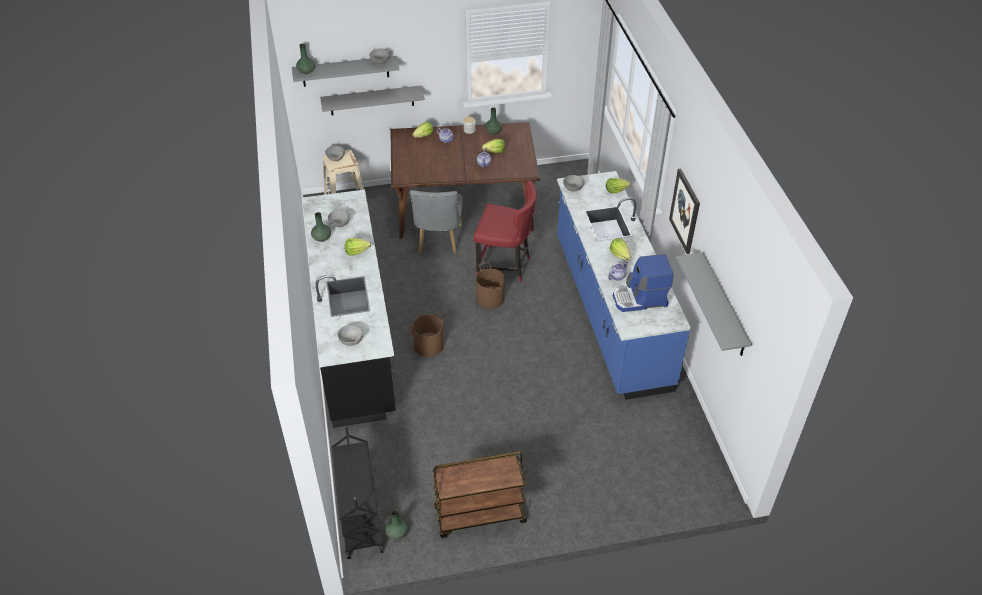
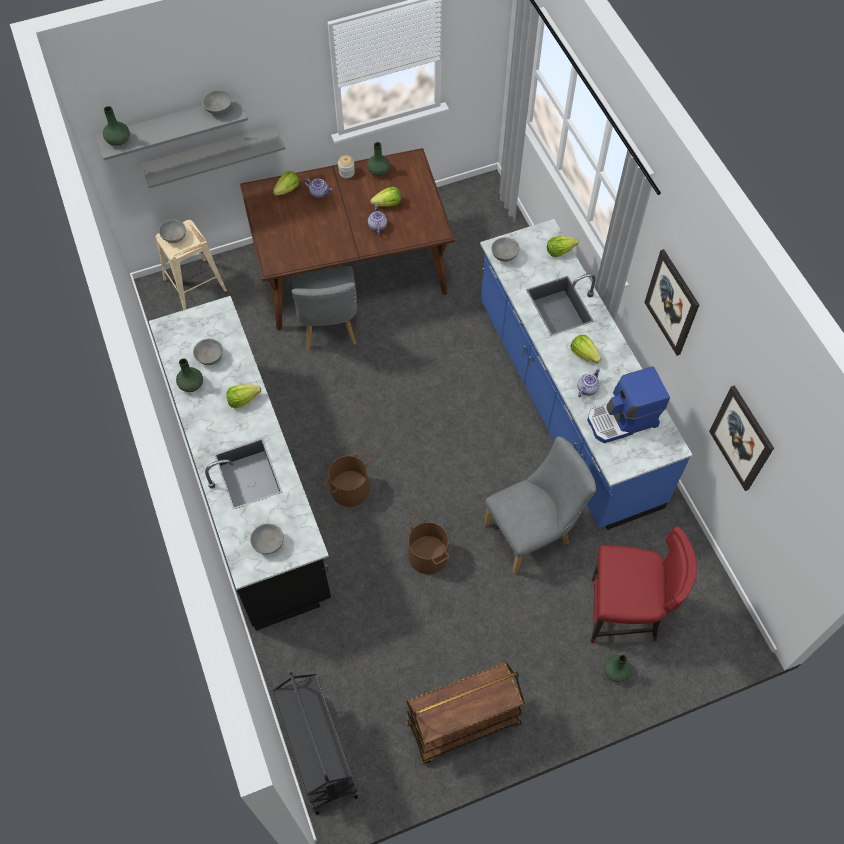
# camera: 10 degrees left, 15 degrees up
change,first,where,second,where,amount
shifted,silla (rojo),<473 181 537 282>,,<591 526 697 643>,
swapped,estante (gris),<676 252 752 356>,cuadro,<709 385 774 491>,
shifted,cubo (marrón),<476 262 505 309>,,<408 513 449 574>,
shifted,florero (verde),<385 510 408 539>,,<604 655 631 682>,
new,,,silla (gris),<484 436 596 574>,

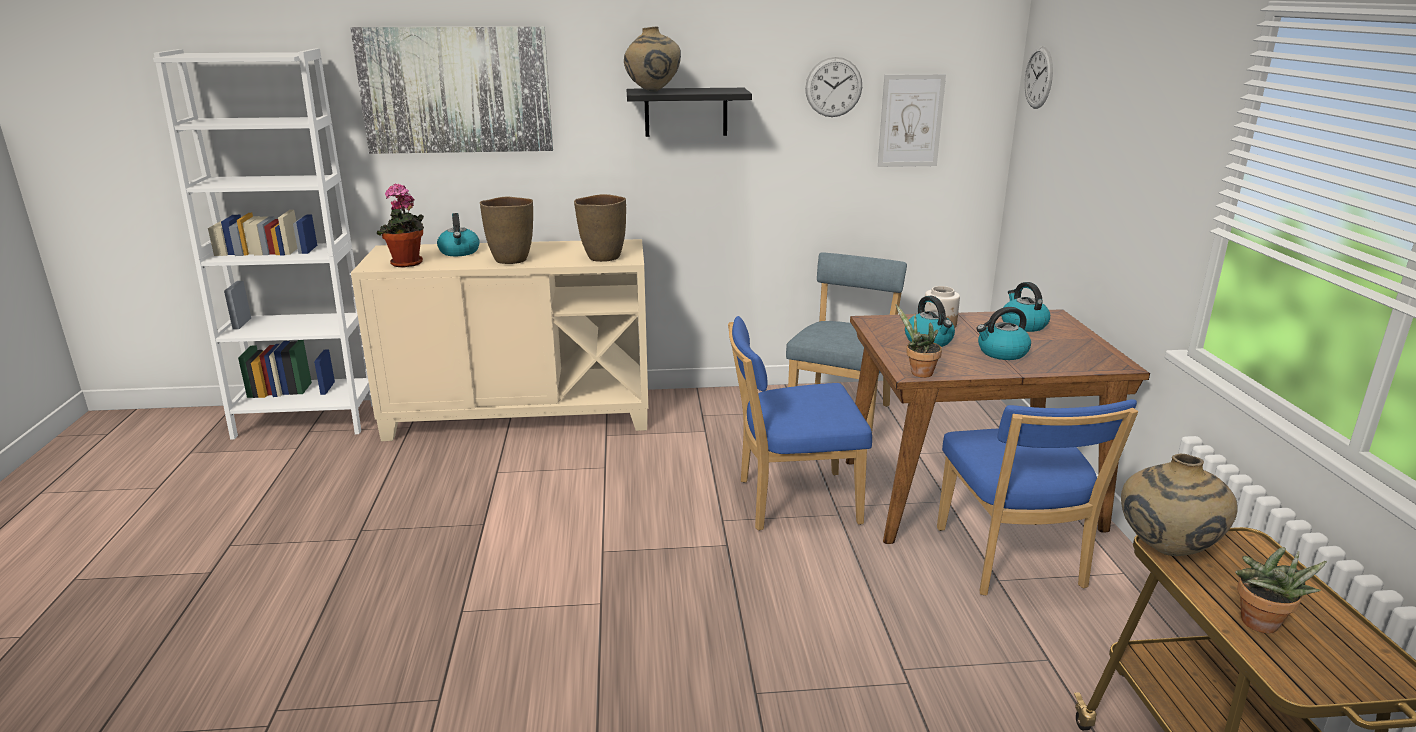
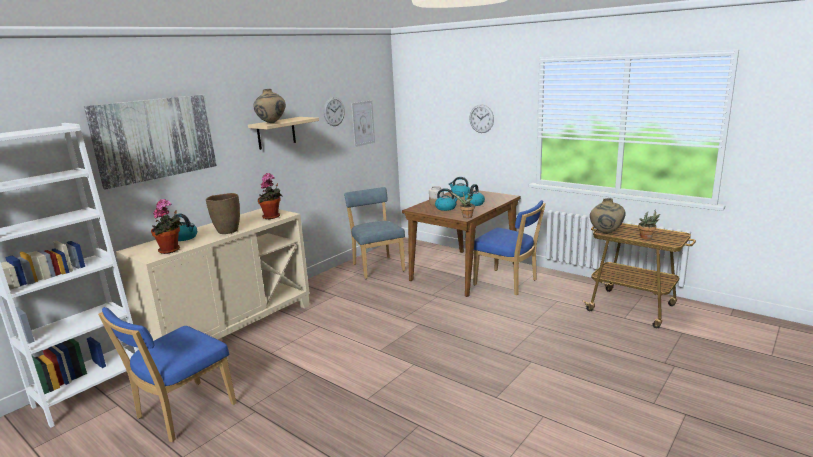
# camera: 45 degrees left, 5 degrees down
change,first,where,second,where,amount
shifted,reloj de pared,<1024 46 1053 109>,,<469 104 494 133>,
repainted,estante (negro),<627 88 752 137>,estante (beis),<248 117 319 150>,
swapped,florero (marrón),<574 194 626 262>,planta en maceta,<258 173 282 219>,
shifted,silla (azul),<728 316 872 531>,,<98 307 236 442>,

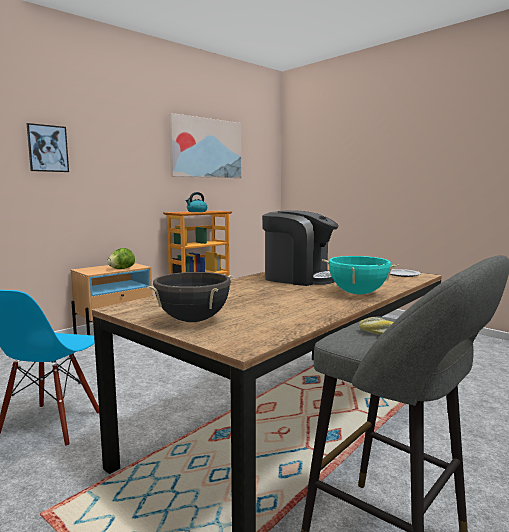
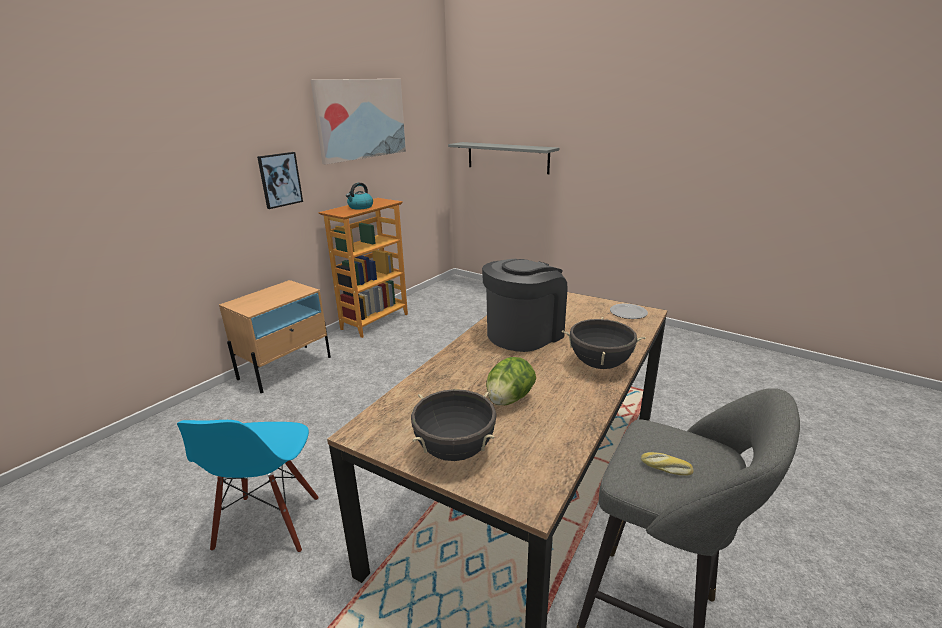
# camera: 10 degrees left, 15 degrees up
change,first,where,second,where,amount
shifted,cuadro,<26 123 69 172>,,<257 152 303 209>,
rotated,cafetera,<262 210 339 286>,,<482 259 568 352>,60 degrees counterclockwise
shifted,lechuga,<107 248 135 269>,,<486 357 536 406>,
repainted,olla (turquesa),<322 256 399 294>,olla (negro),<562 317 646 369>,
new,,,estante (gris),<448 142 559 174>,

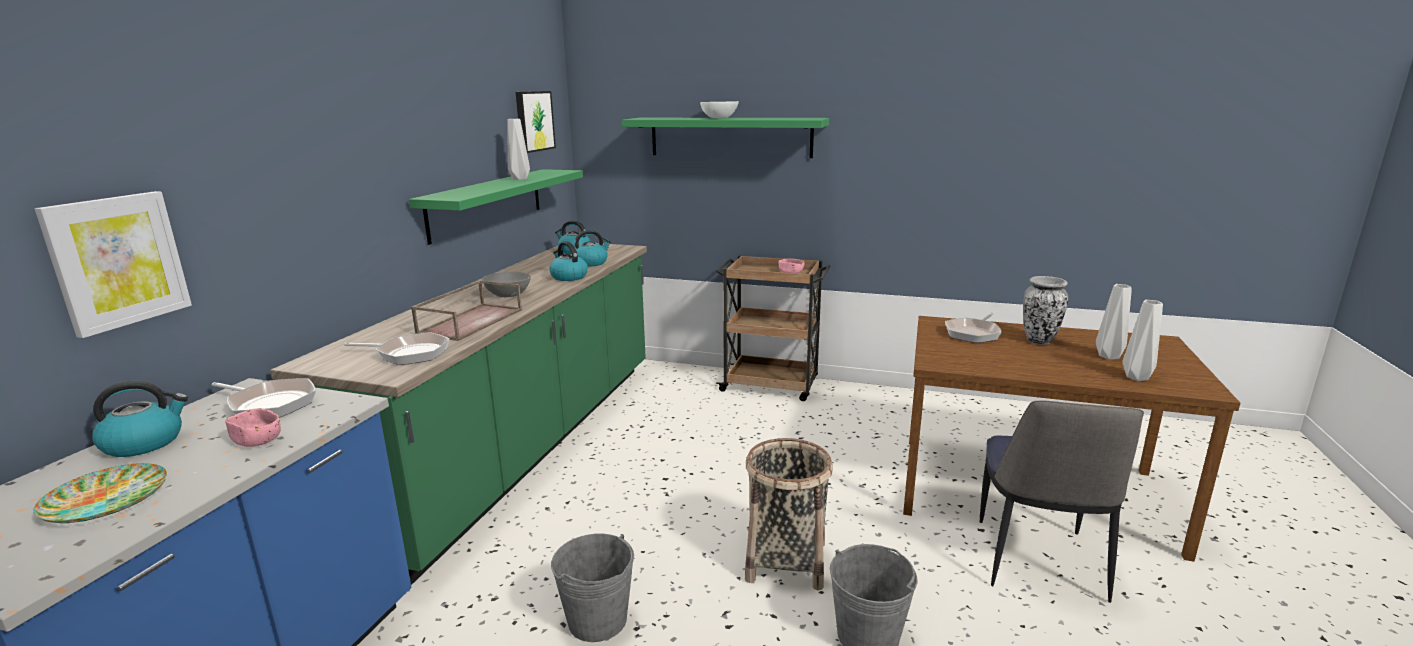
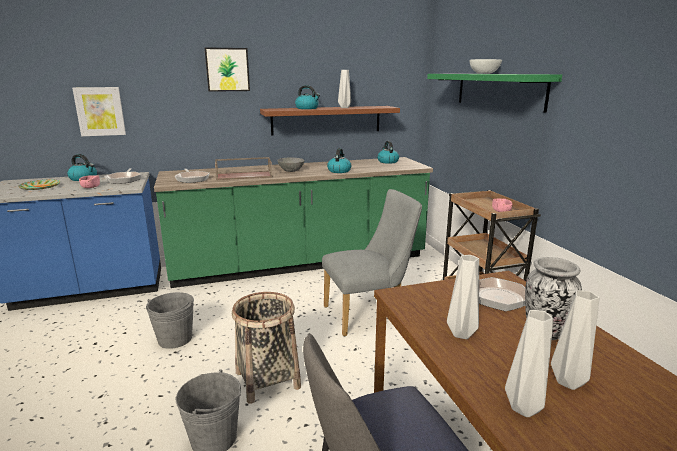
# camera: 55 degrees right, 0 degrees up
change,first,where,second,where,amount
shifted,cuadro,<516 91 556 153>,,<205 47 250 92>,
repainted,estante (verde),<409 169 583 245>,estante (marrón),<260 106 400 136>,
shifted,hervidor,<575 230 611 267>,,<295 85 320 109>,
new,,,silla (gris),<322 189 422 336>,
new,,,florero (gris),<447 255 479 339>,

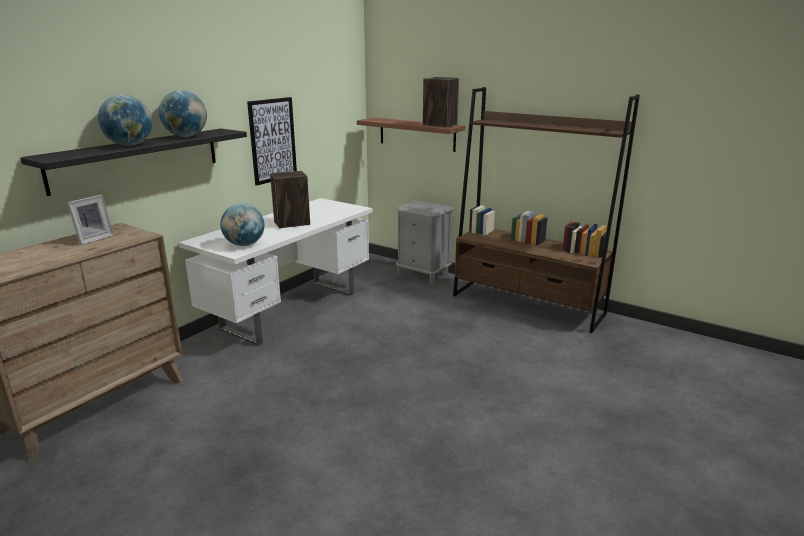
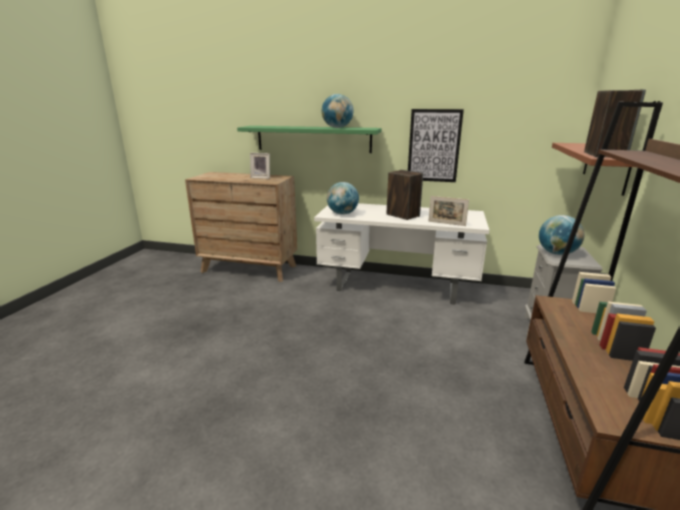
# camera: 70 degrees right, 0 degrees up
change,first,where,second,where,amount
shifted,globo terráqueo,<98 95 153 146>,,<539 215 585 255>,
repainted,estante (negro),<20 129 247 196>,estante (verde),<237 126 382 153>,
new,,,portarretratos,<429 196 469 226>,

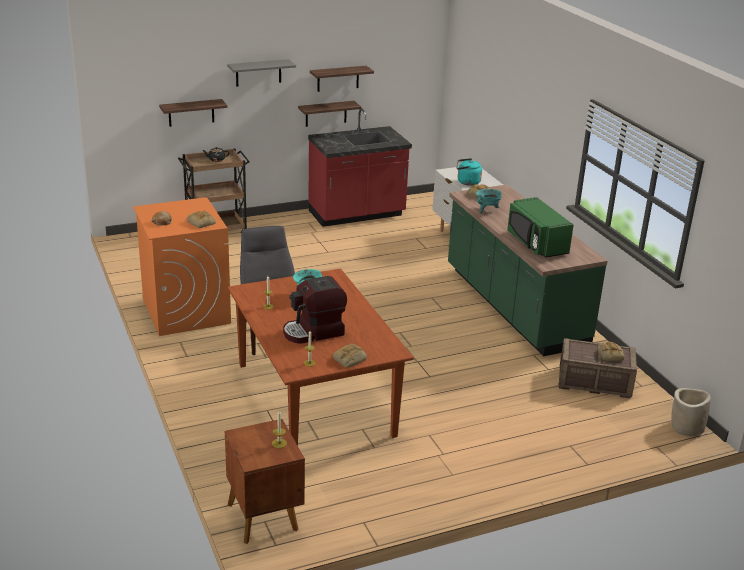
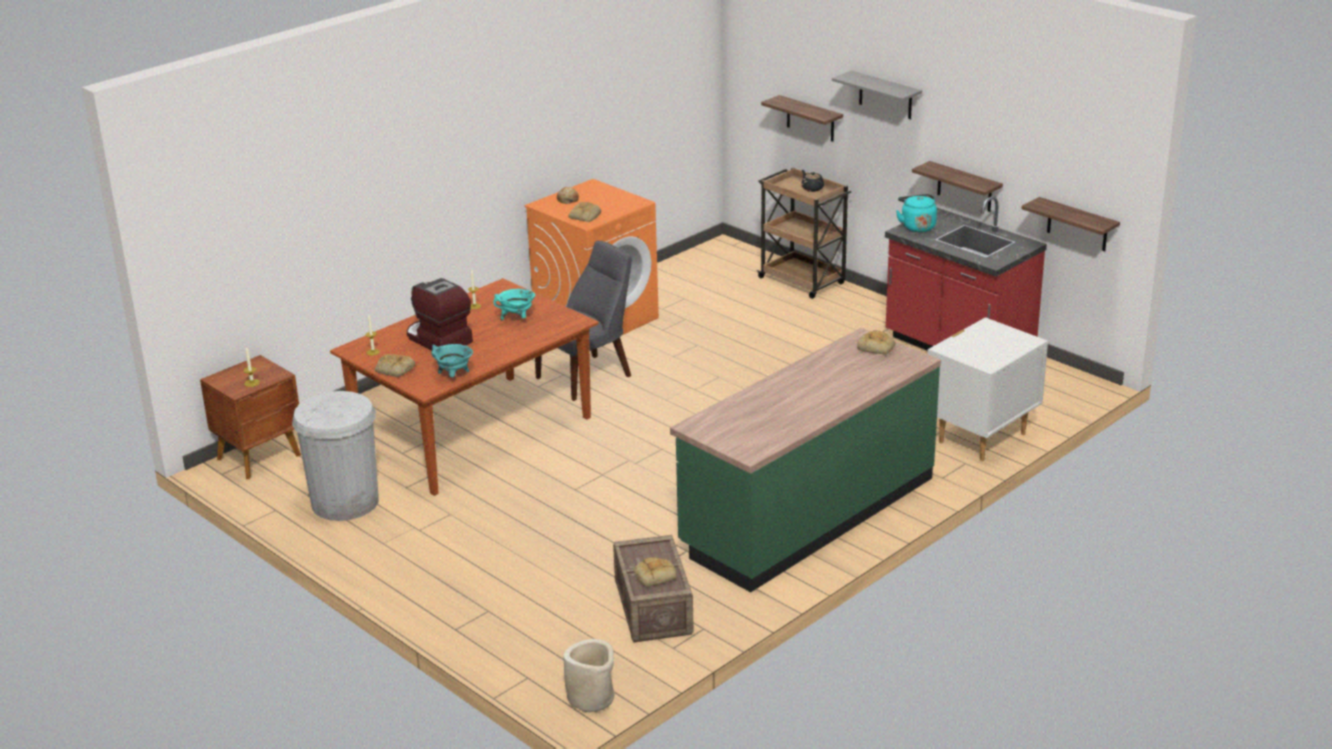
# camera: 70 degrees right, 0 degrees up
change,first,where,second,where,amount
shifted,estante,<310 66 374 92>,,<1022 197 1120 251>,
shifted,hervidor (turquesa),<456 158 482 186>,,<896 194 937 232>,
shifted,olla (turquesa),<476 189 502 214>,,<431 344 473 377>,
gone,microondas (verde),<507 197 574 257>,,,
new,,,papelera (blanco),<292 391 379 521>,

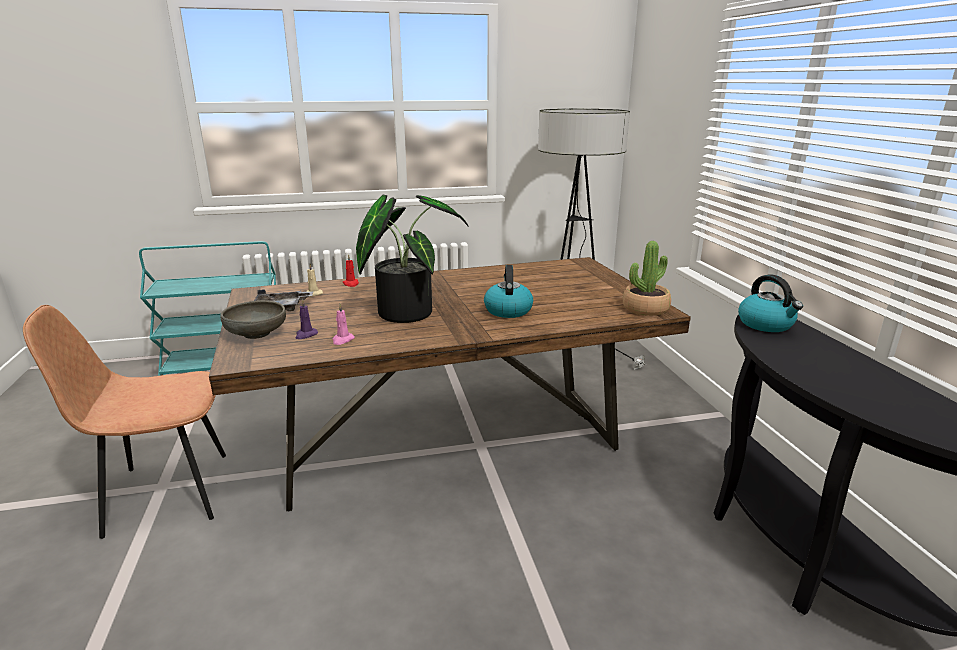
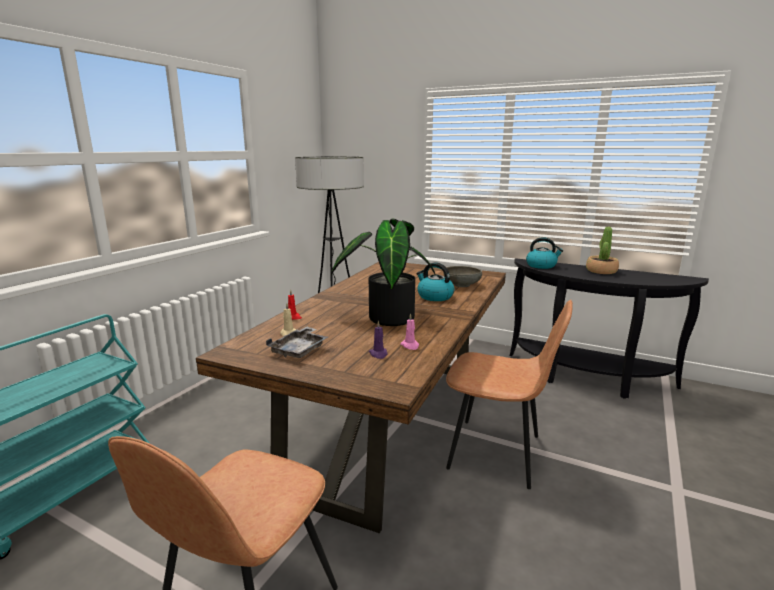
# camera: 50 degrees left, 5 degrees down
change,first,where,second,where,amount
shifted,planta en maceta,<623 241 671 316>,,<586 227 619 274>,
shifted,cuenco (gris),<221 300 286 339>,,<444 266 482 287>,
new,,,silla (marrón),<446 300 573 489>,

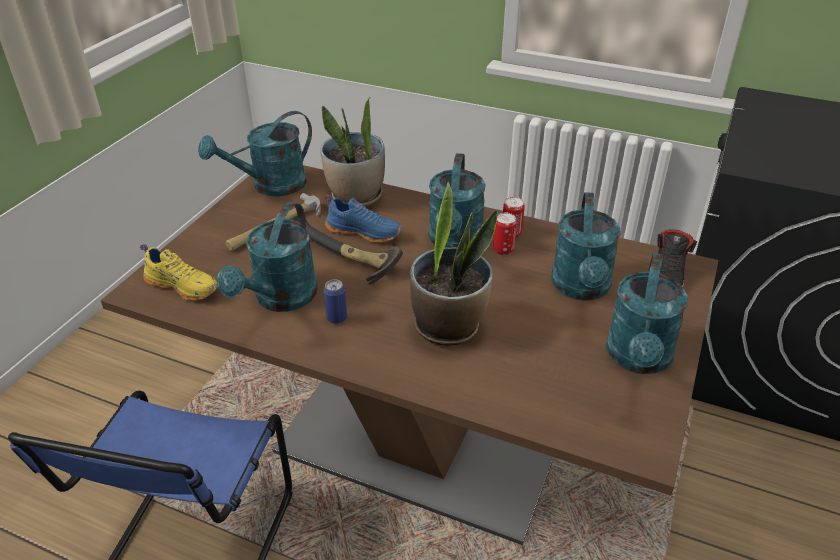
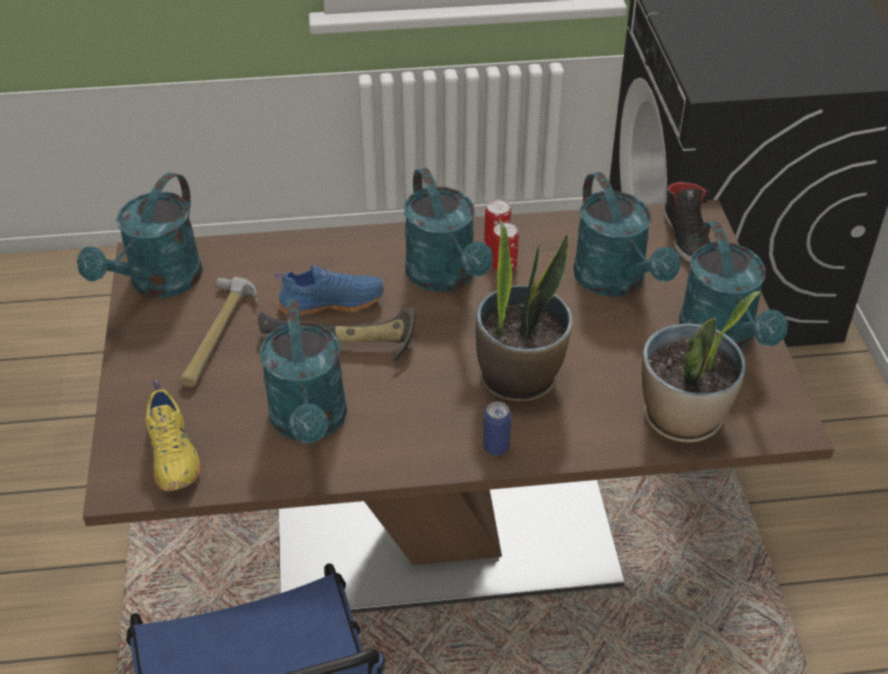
# camera: 30 degrees left, 5 degrees up
change,first,where,second,where,amount
shifted,planta en maceta,<320 97 385 206>,,<642 291 761 443>,
rotated,zapato (amarillo),<140 244 218 301>,,<145 380 201 492>,75 degrees clockwise
shifted,lata,<324 279 347 324>,,<483 402 511 456>,

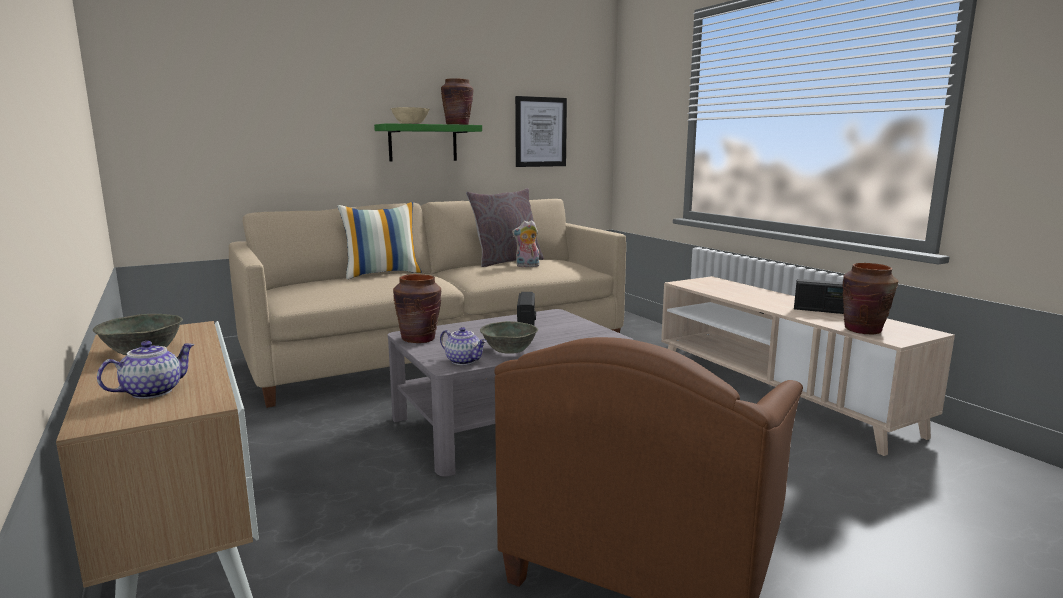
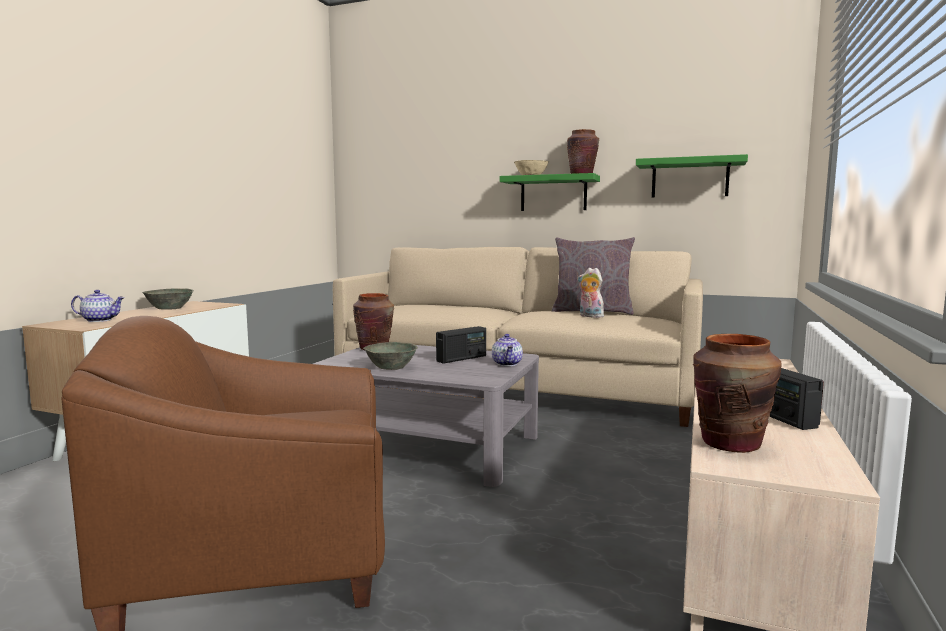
# camera: 50 degrees right, 5 degrees down
change,first,where,second,where,amount
swapped,cuadro,<515 96 567 167>,estante (verde),<636 154 748 198>,
gone,cojín,<337 202 422 279>,,,
shifted,tetera,<440 327 487 365>,,<492 334 523 366>,

